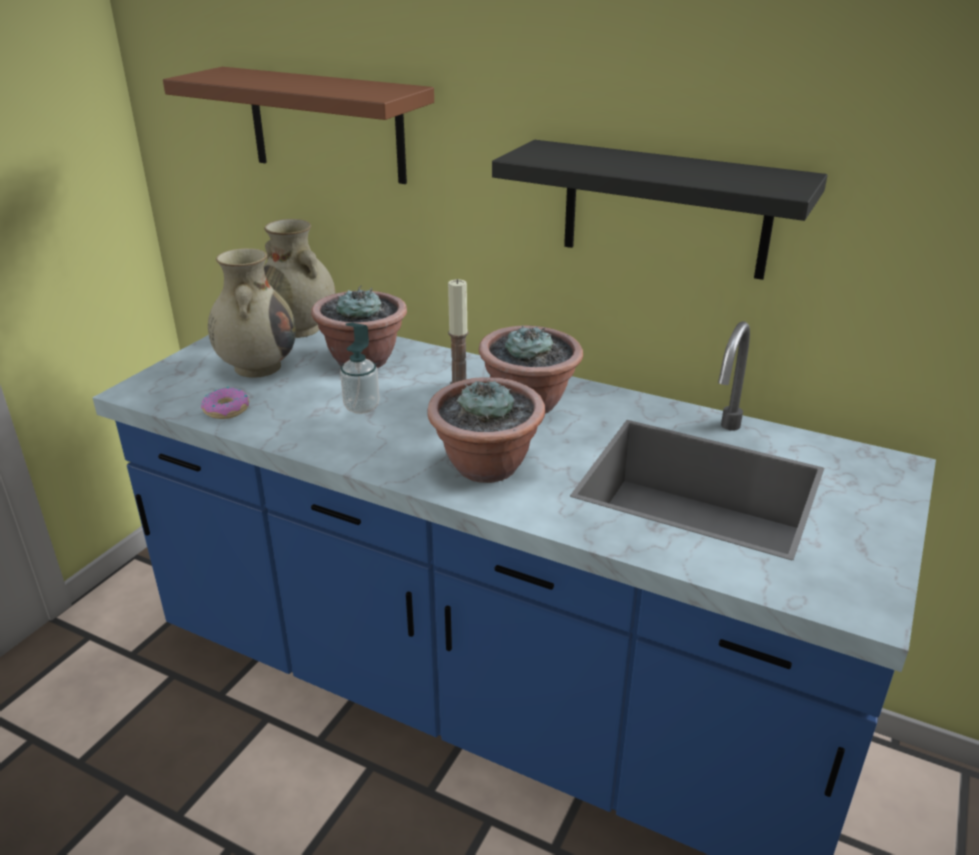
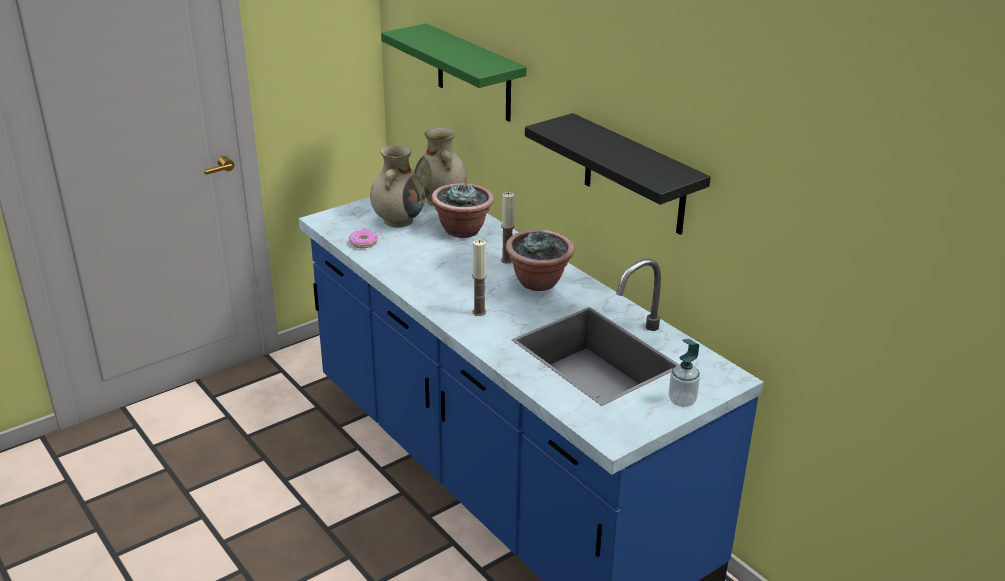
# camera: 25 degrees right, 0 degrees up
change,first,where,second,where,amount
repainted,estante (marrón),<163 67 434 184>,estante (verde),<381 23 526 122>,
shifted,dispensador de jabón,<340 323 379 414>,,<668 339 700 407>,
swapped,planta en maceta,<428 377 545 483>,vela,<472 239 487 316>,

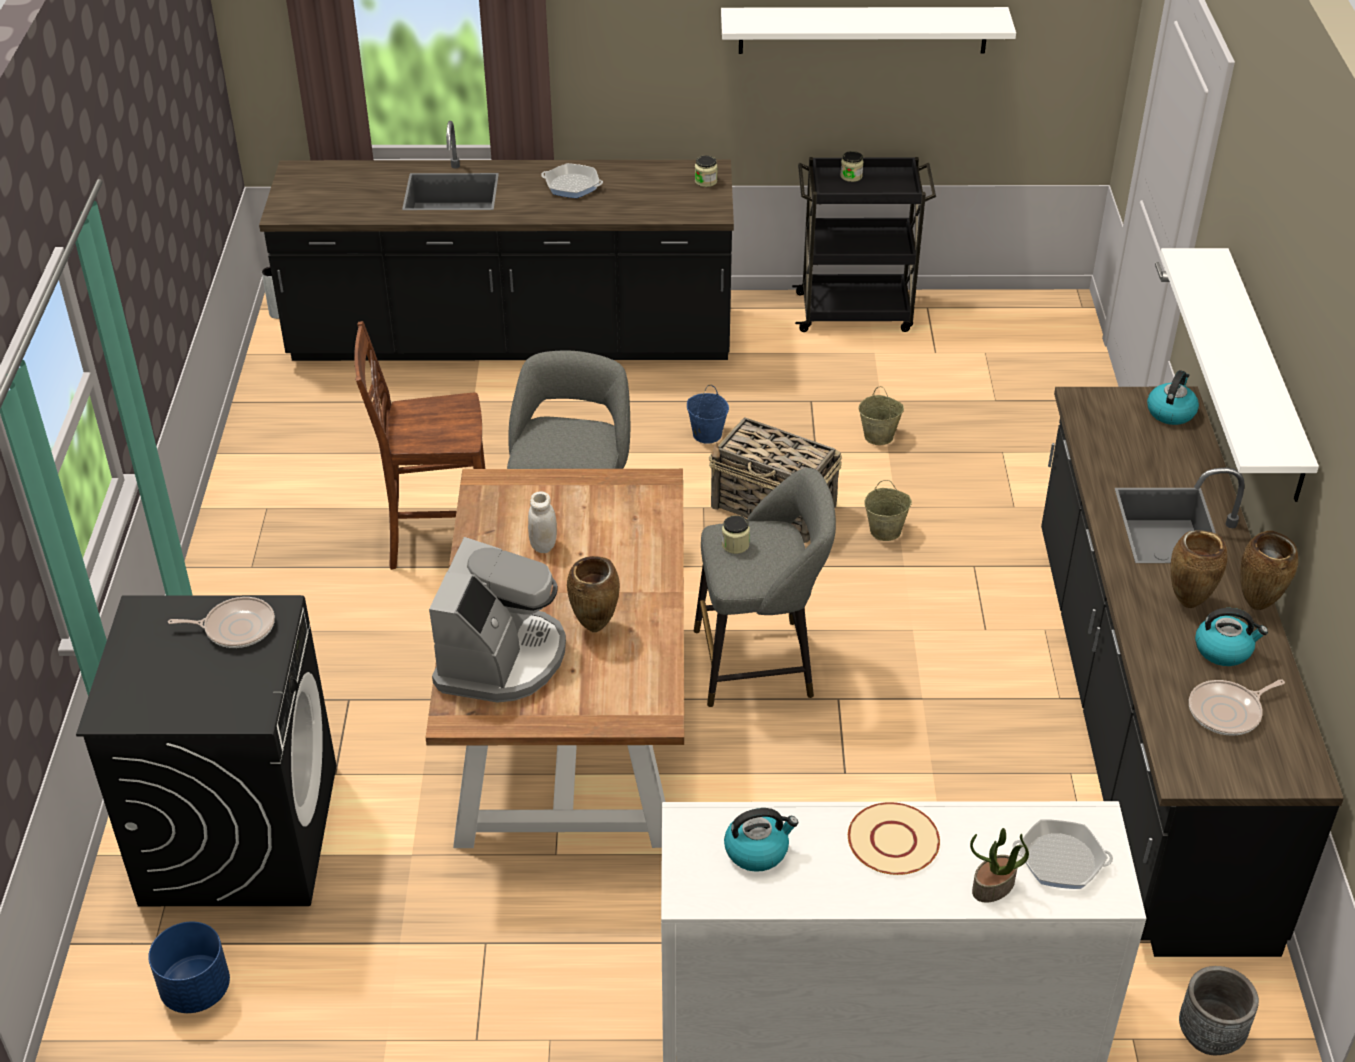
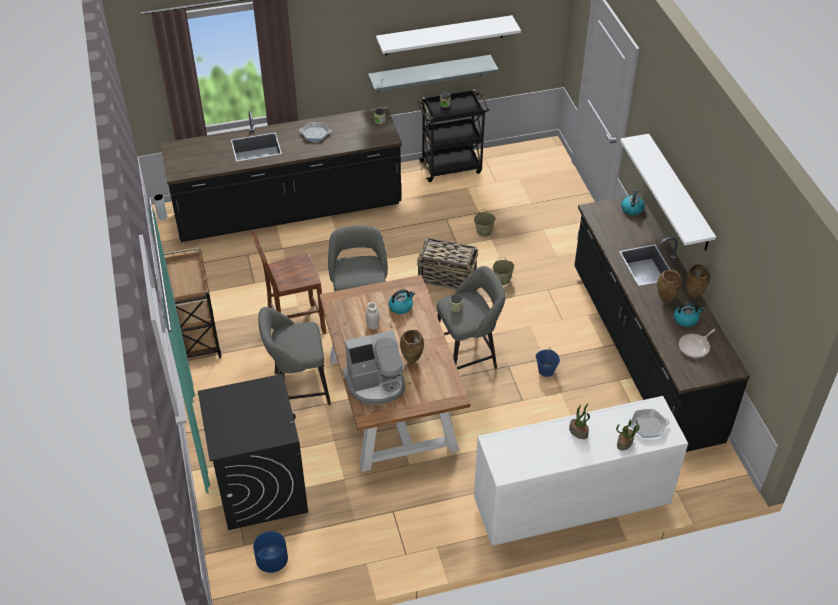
# camera: 15 degrees left, 5 degrees up
change,first,where,second,where,amount
shifted,cubo (azul),<687 385 729 444>,,<536 349 560 377>,
rotated,cafetera,<429 537 566 703>,,<343 330 405 405>,75 degrees clockwise
gone,sartén,<168 597 275 648>,,,
swapped,plato (beis),<848 802 940 875>,planta en maceta,<569 403 590 439>,
shifted,hervidor,<724 808 798 872>,,<388 289 415 314>,
gone,maceta (gris),<1179 966 1259 1055>,,,
new,,,estante (gris),<368 55 499 92>,
new,,,carrito (marrón),<164 247 222 358>,
new,,,taburete (gris),<258 307 331 405>,

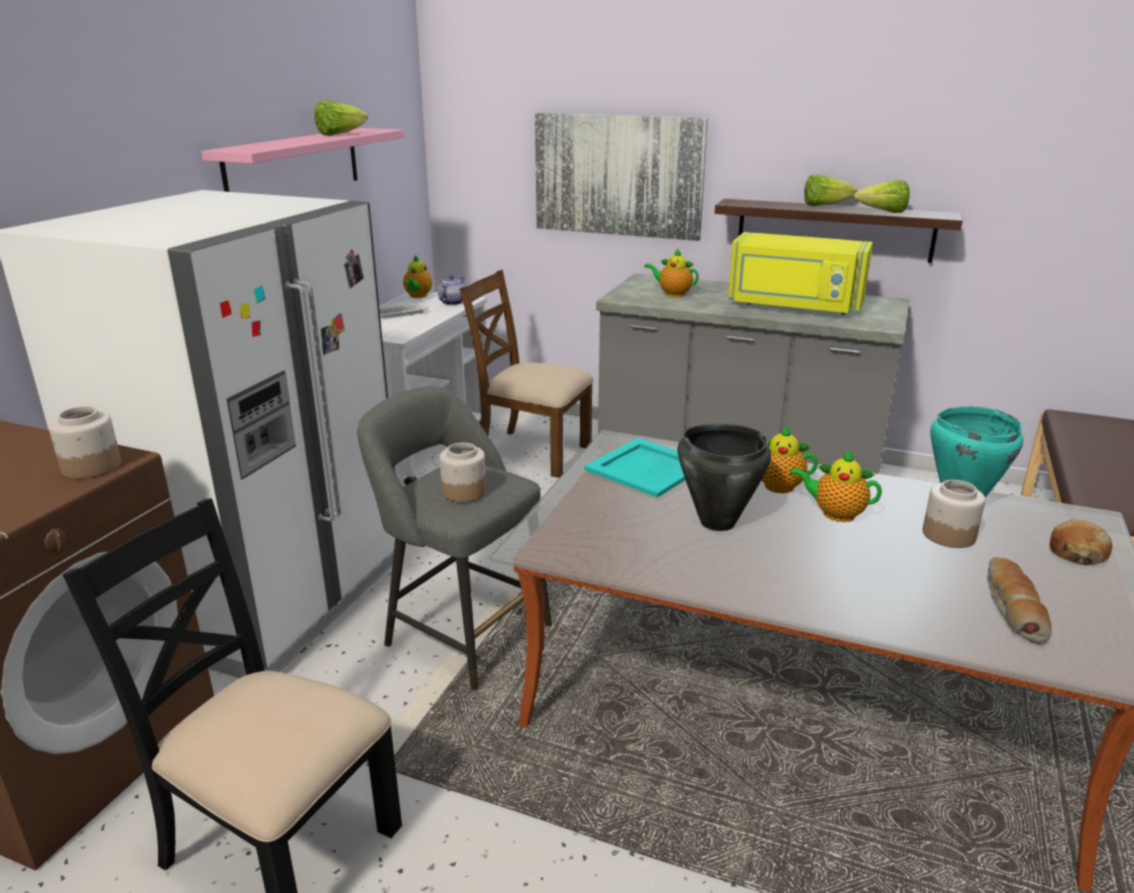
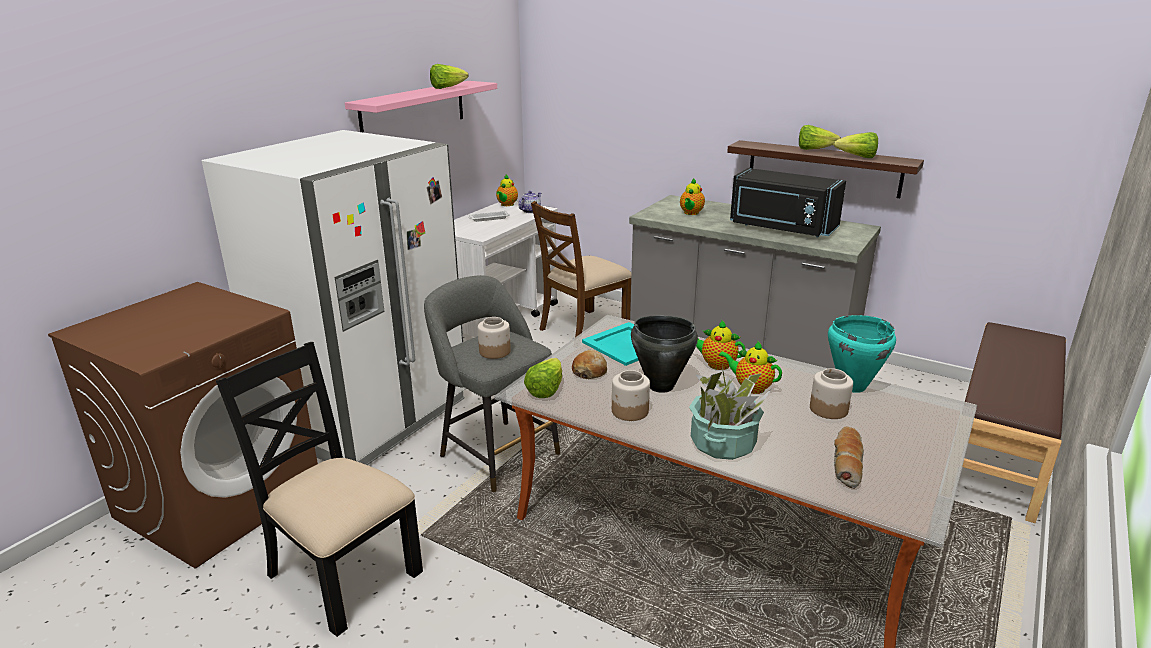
# camera: 10 degrees right, 0 degrees up
change,first,where,second,where,amount
gone,cuadro,<535 113 708 241>,,,
repainted,microondas (amarillo),<728 232 873 315>,microondas (negro),<730 168 846 237>,
rotated,tetera,<644 249 699 297>,,<680 178 705 215>,105 degrees counterclockwise
rotated,silla (marrón),<460 270 594 478>,,<531 201 631 337>,75 degrees counterclockwise
shifted,tarro,<49 406 121 479>,,<612 370 650 421>,
shifted,pan,<1049 518 1112 565>,,<572 350 607 379>,
new,,,lechuga,<524 358 562 398>,
new,,,planta en maceta,<689 366 773 460>,

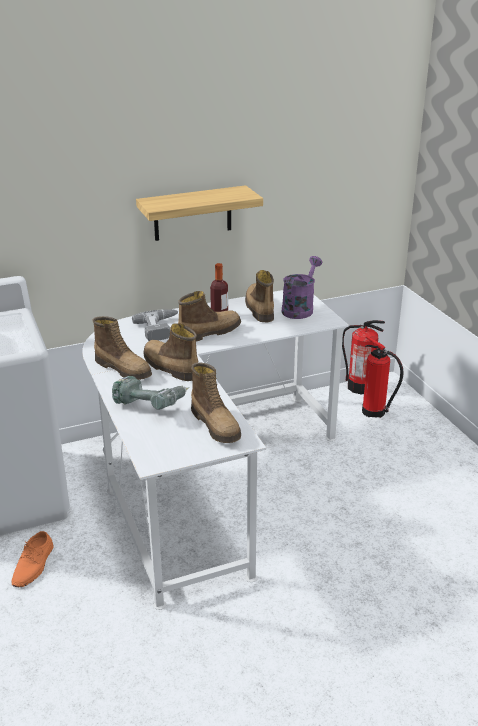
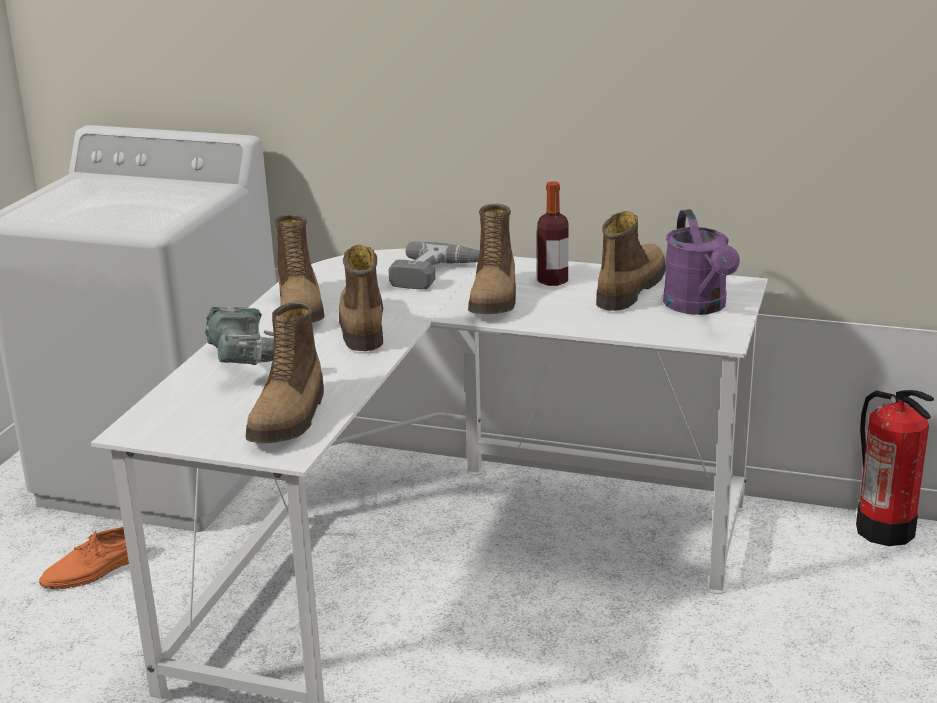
# camera: 40 degrees right, 5 degrees down
change,first,where,second,where,amount
gone,estante,<136 185 263 241>,,,
rotated,regadera (morado),<282 256 322 319>,,<663 209 740 315>,105 degrees clockwise
rotated,bota,<178 291 241 341>,,<468 204 516 314>,90 degrees clockwise
gone,extintor,<362 336 404 418>,,,

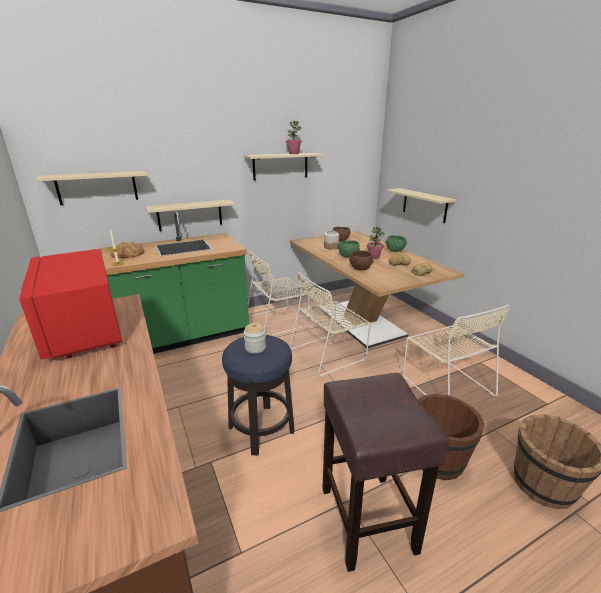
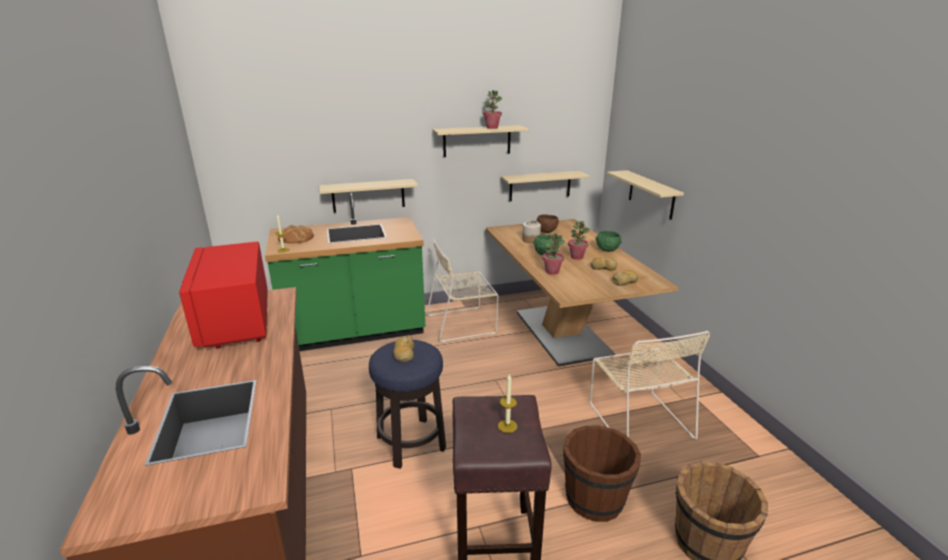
# camera: 10 degrees right, 0 degrees up
change,first,where,second,where,amount
shifted,estante (beis),<36 171 147 205>,,<501 171 590 201>,
swapped,cuenco (marrón),<349 251 374 270>,planta en maceta,<542 233 565 275>,
gone,silla (beis),<290 272 371 377>,,,
swapped,tarro,<244 323 266 353>,pan,<393 336 414 362>,
new,,,vela,<498 373 517 433>,

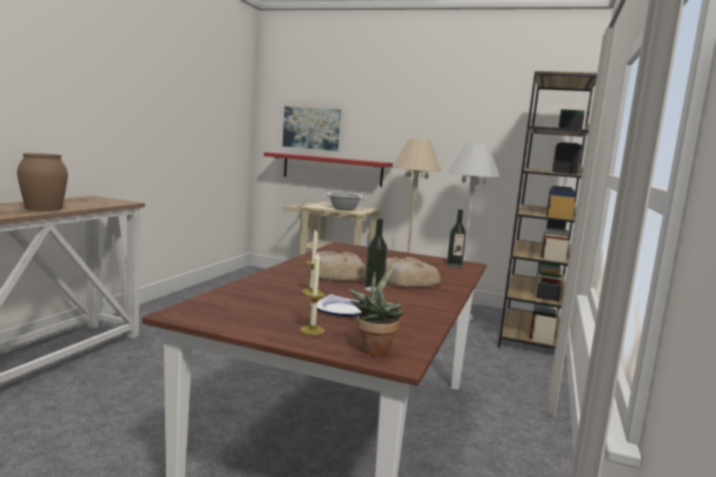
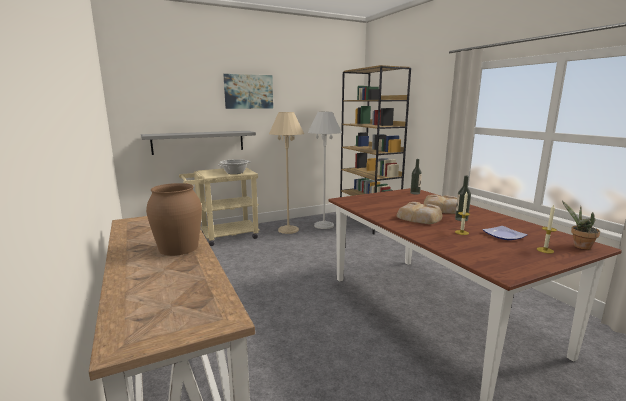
# camera: 45 degrees left, 5 degrees up
change,first,where,second,where,amount
shifted,cuadro,<283 106 341 151>,,<223 74 273 109>,
repainted,estante (rojo),<264 152 393 187>,estante (gris),<141 131 256 155>,

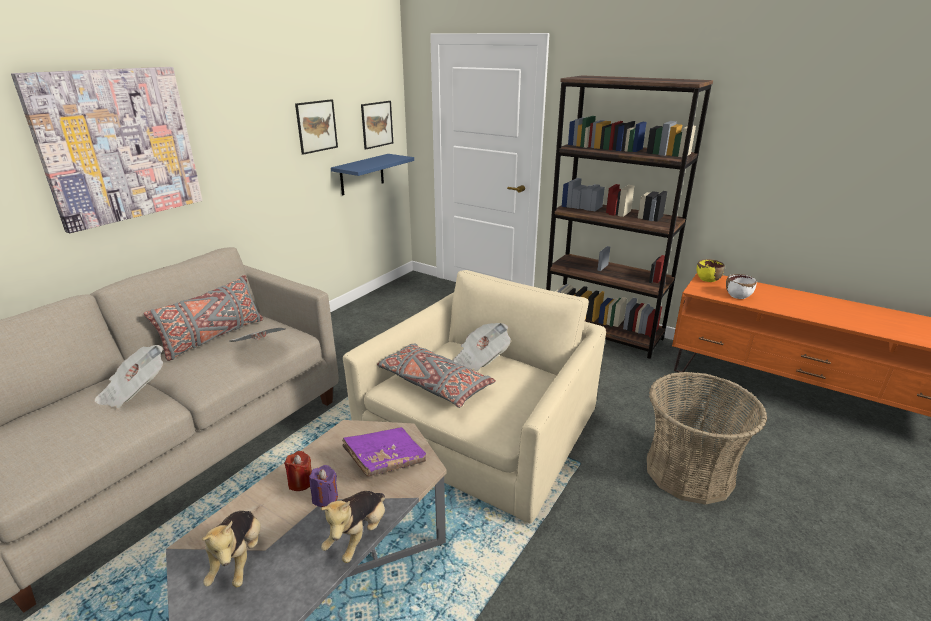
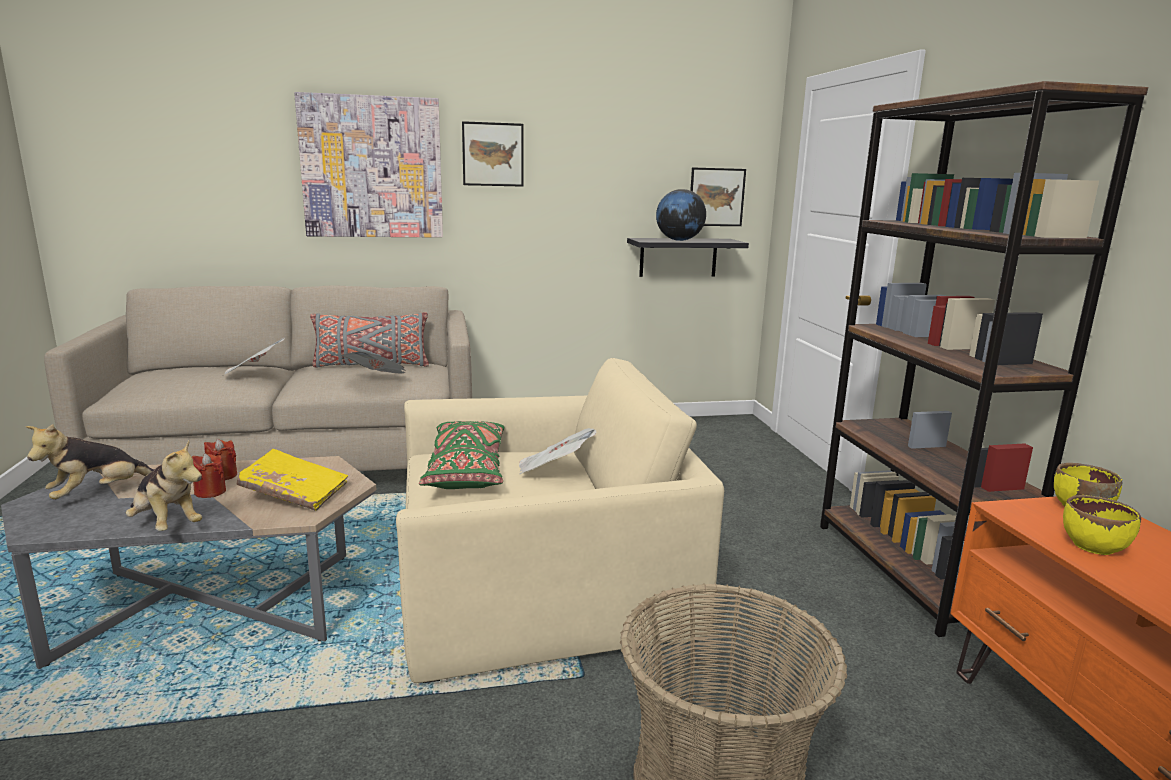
# camera: 45 degrees right, 10 degrees down
change,first,where,second,where,amount
shifted,cuadro,<295 99 338 155>,,<462 121 523 187>,
repainted,estante (azul),<331 154 414 195>,estante (negro),<627 238 749 277>,
repainted,cuenco (blanco),<726 274 757 299>,cuenco (amarillo),<1063 495 1141 555>,
repainted,cojín (gris),<377 344 496 408>,cojín (verde),<419 421 504 489>,
repainted,libro (morado),<342 427 426 477>,libro (amarillo),<237 449 348 511>,
repainted,vela (morado),<309 465 338 507>,vela (rojo),<192 453 226 498>,
rotated,peluche,<321 491 385 563>,,<126 441 203 531>,120 degrees counterclockwise
new,,,globo terráqueo,<656 189 706 241>,

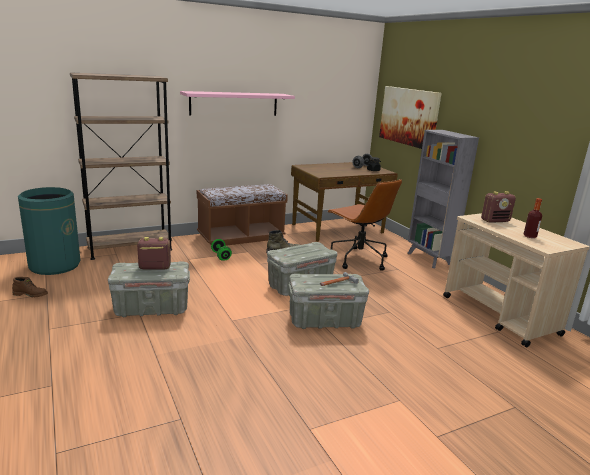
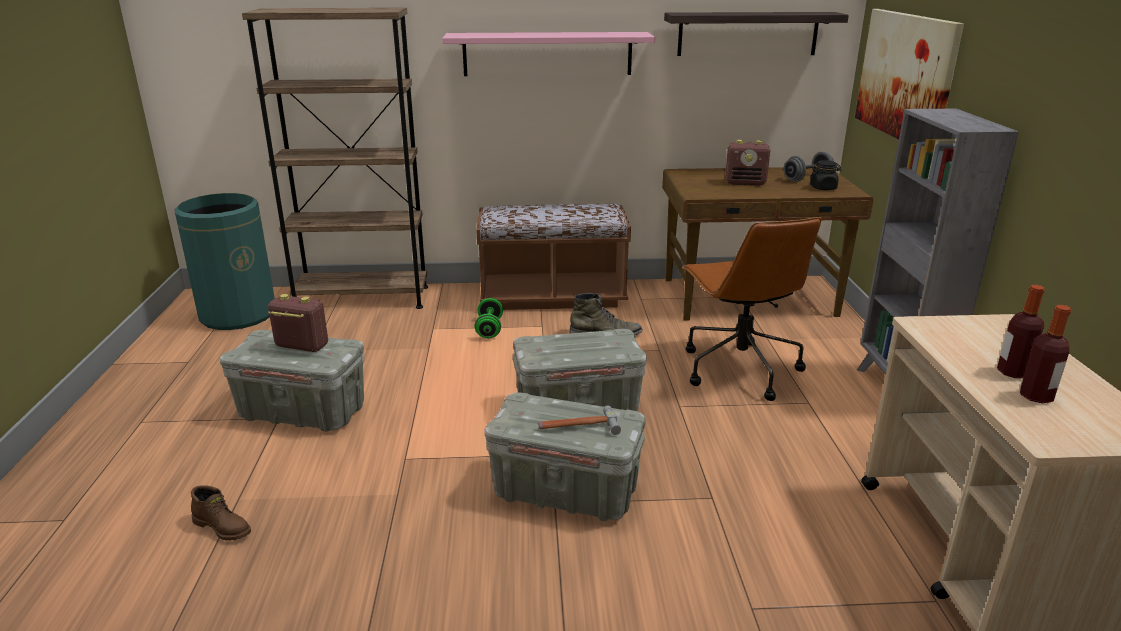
# camera: 25 degrees right, 5 degrees up
change,first,where,second,where,amount
shifted,radio,<481 191 516 223>,,<725 140 770 185>,
shifted,bota (marrón),<12 277 48 297>,,<191 485 251 541>,
new,,,estante,<664 12 849 56>,
new,,,botella,<997 285 1045 378>,

